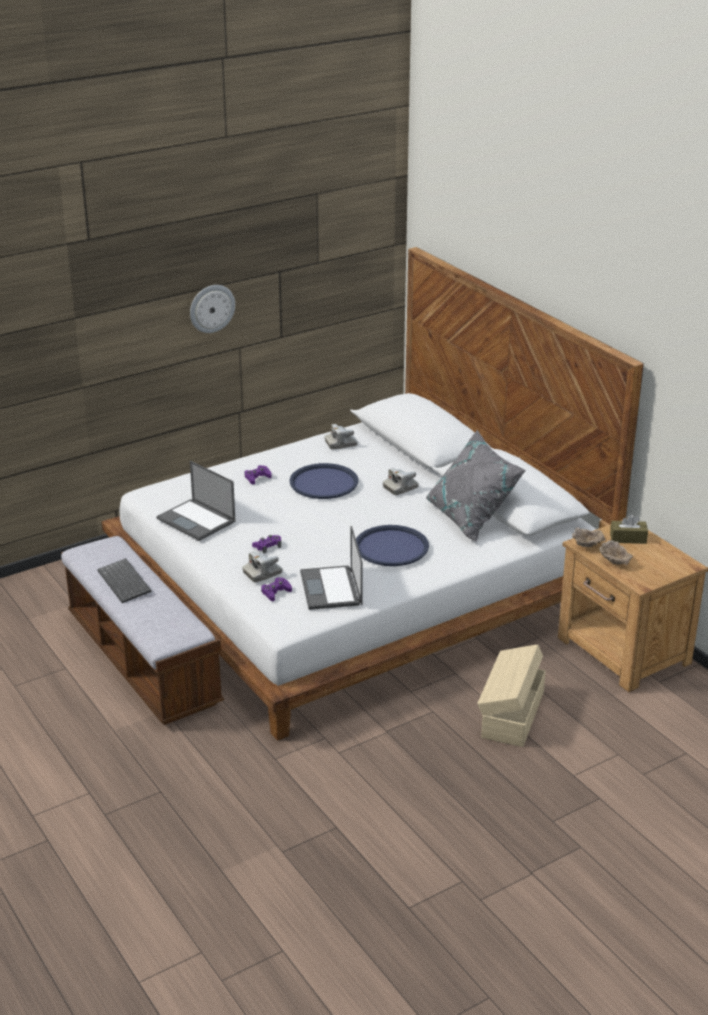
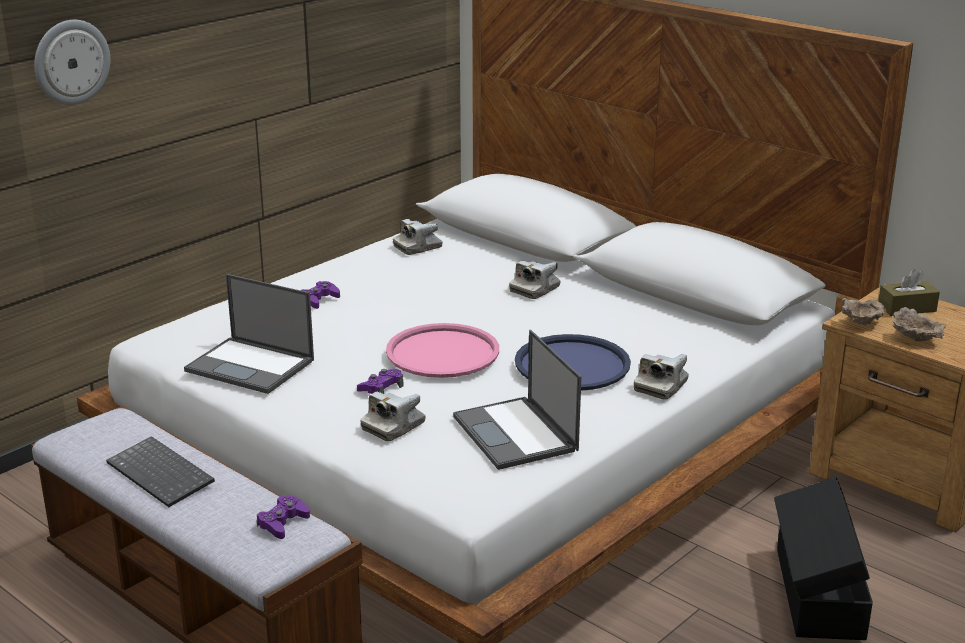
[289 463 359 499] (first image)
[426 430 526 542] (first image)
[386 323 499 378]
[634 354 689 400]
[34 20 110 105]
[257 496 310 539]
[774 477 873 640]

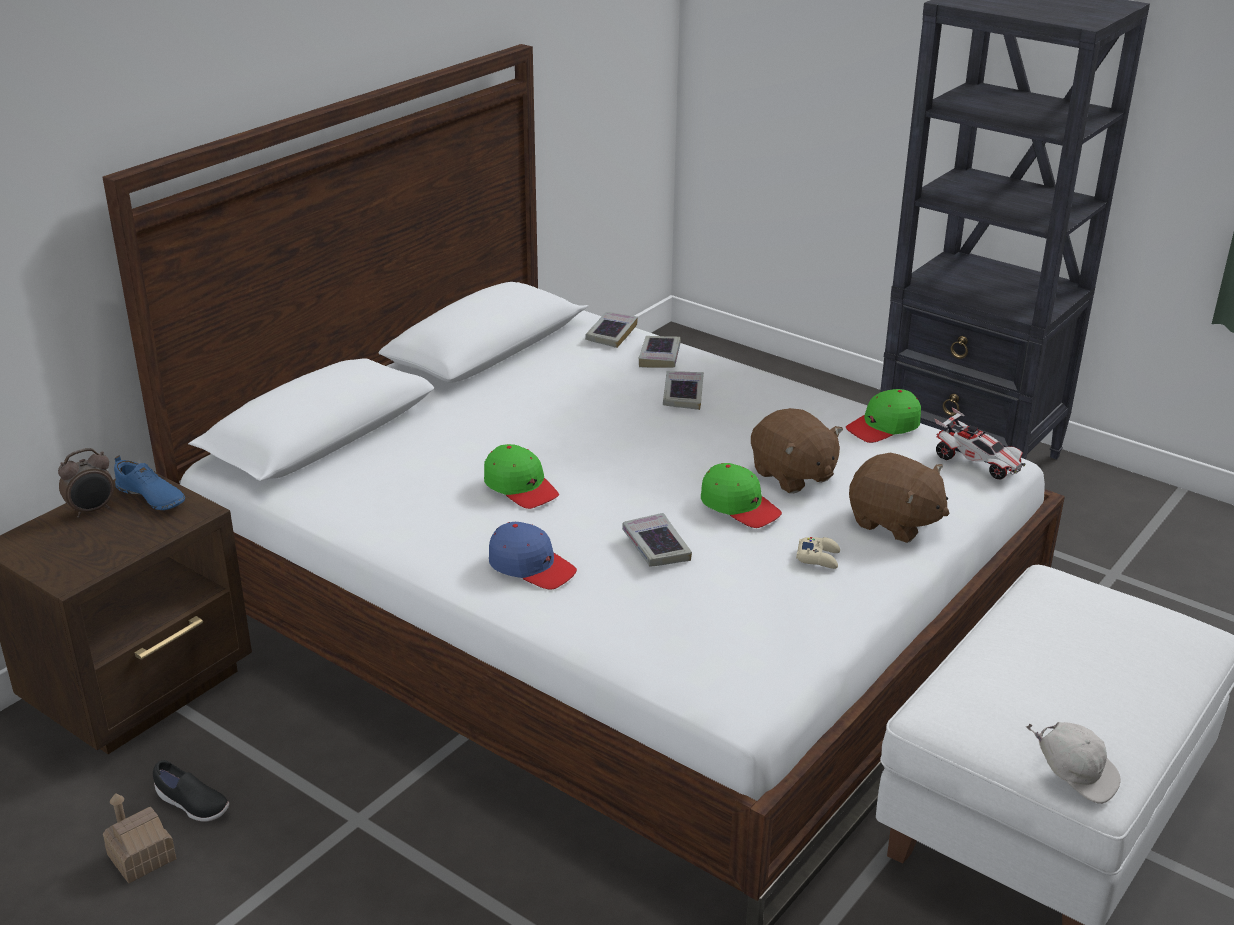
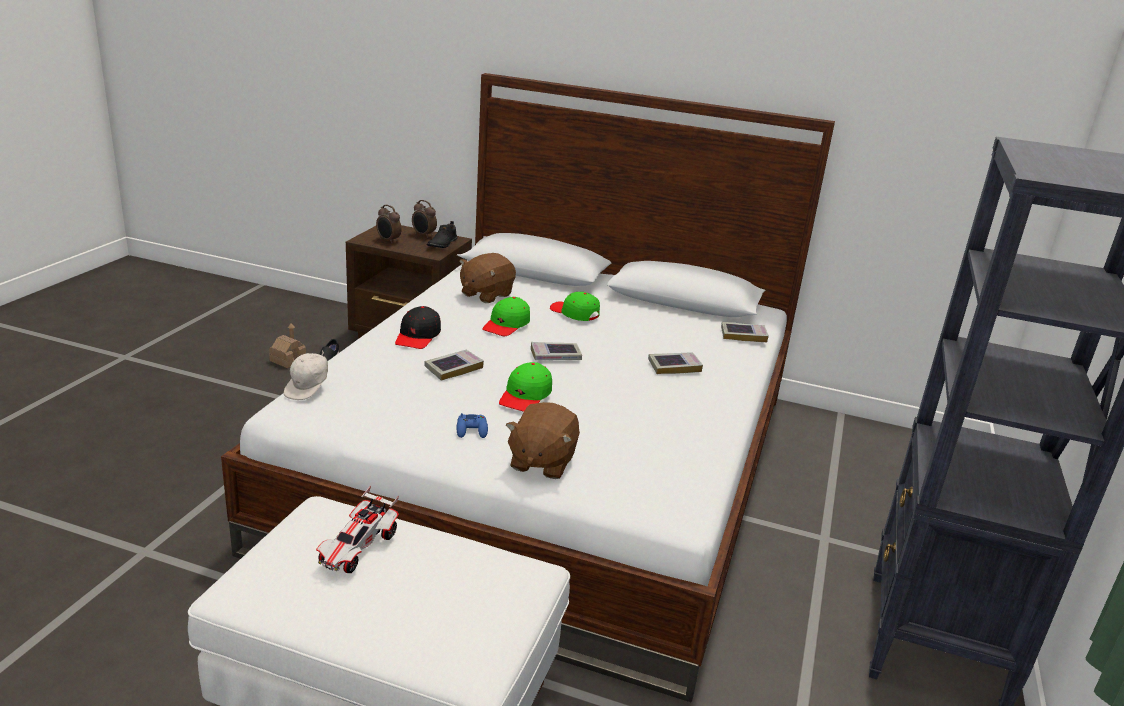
[376 205 402 244]
[531 342 582 360]
[459 253 516 303]
[550 292 600 321]
[316 486 399 573]
[284 350 328 400]
[427 221 458 248]
[395 306 441 349]
[457 413 488 438]

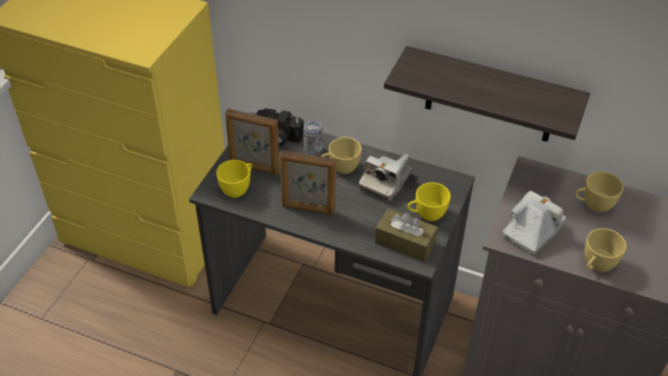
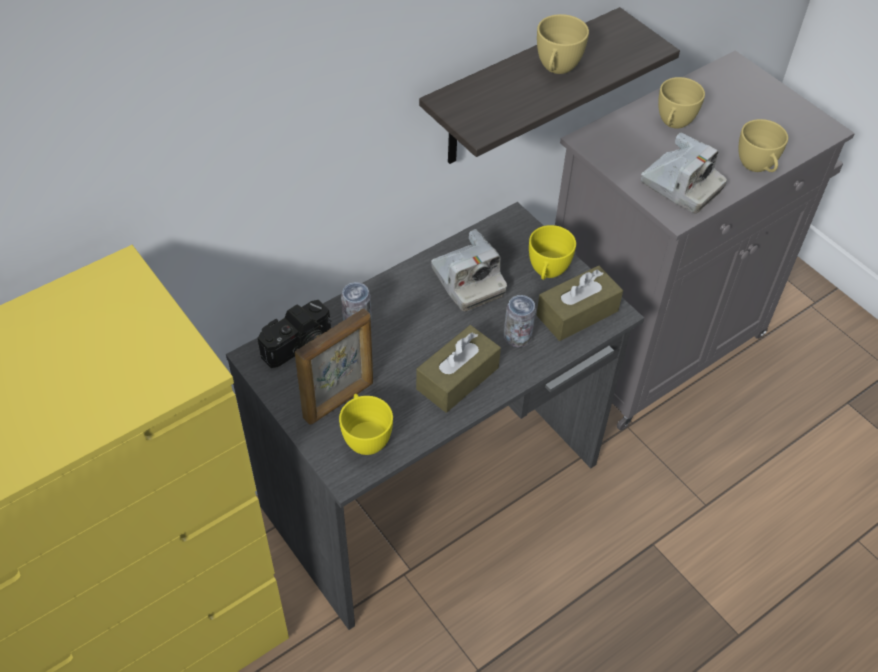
[504 295 536 347]
[537 14 589 74]
[416 325 501 413]
[641 132 727 214]

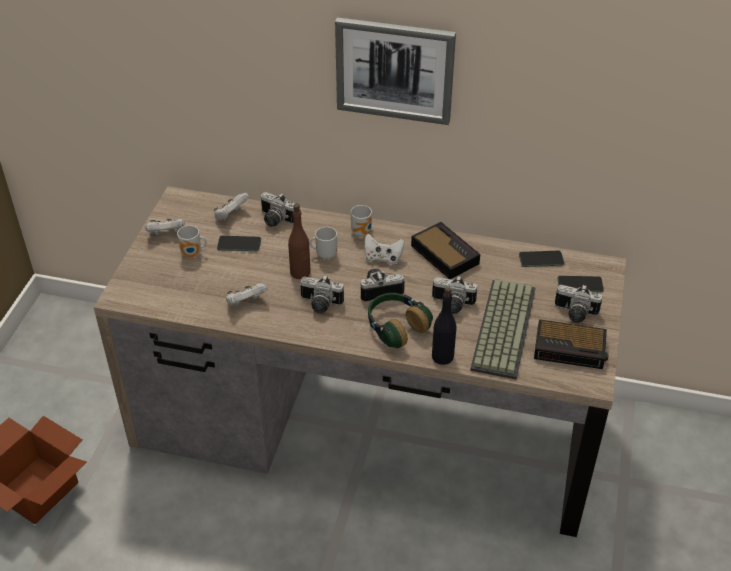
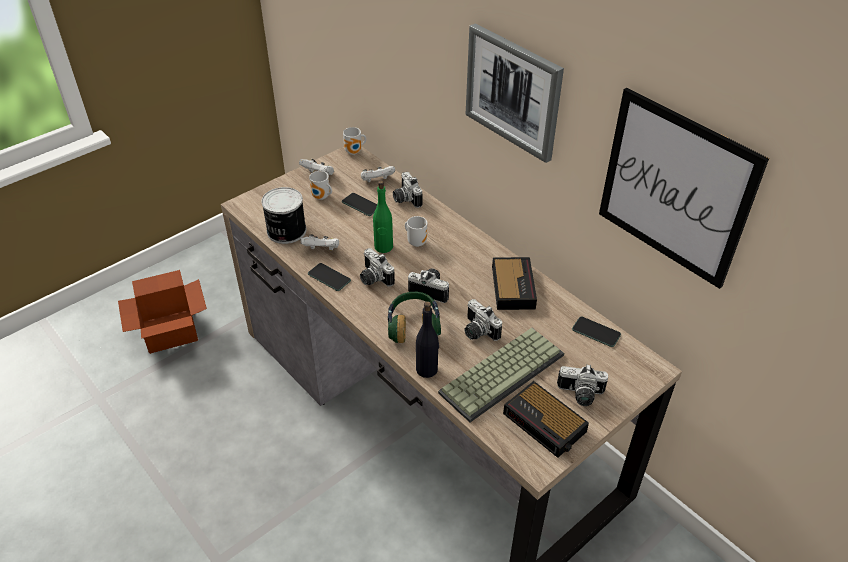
[365 234 405 265] (first image)
[261 187 307 244]
[599 88 769 289]
[343 127 366 155]
[308 263 351 291]
[373 180 393 253]
[557 365 608 406]

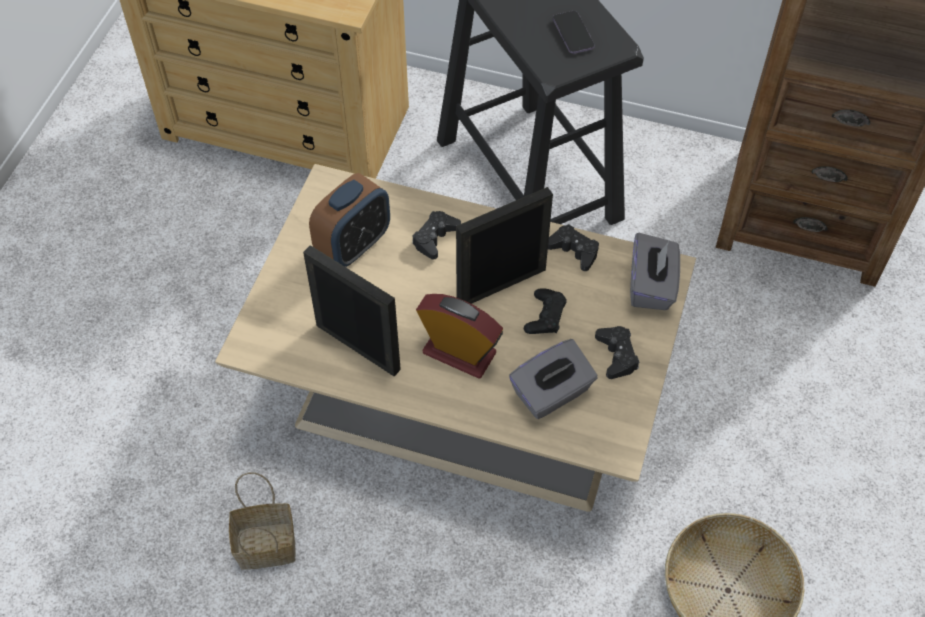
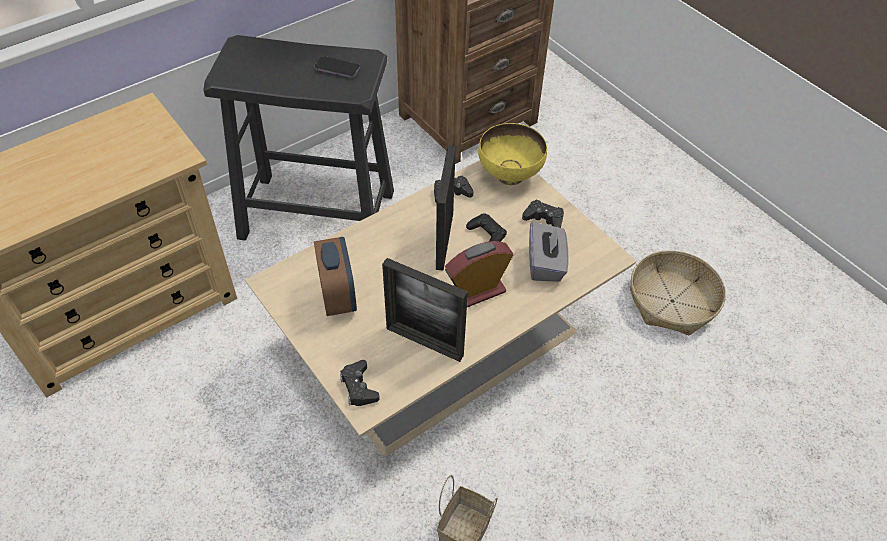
[340 360 380 406]
[478 123 547 185]
[382 258 468 362]

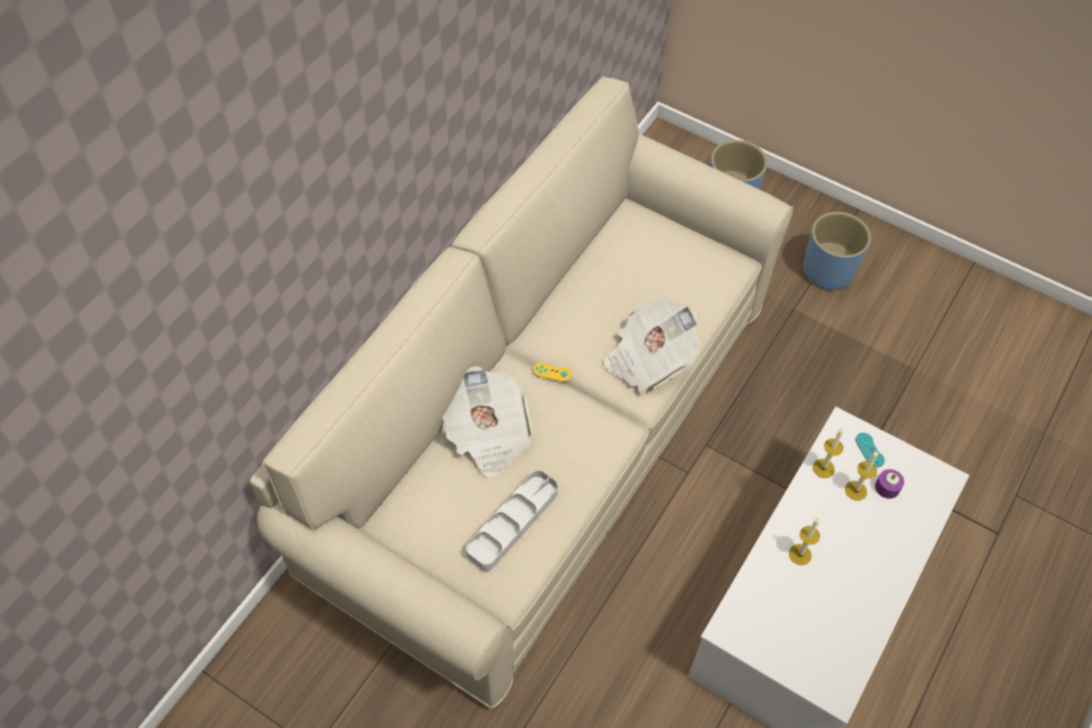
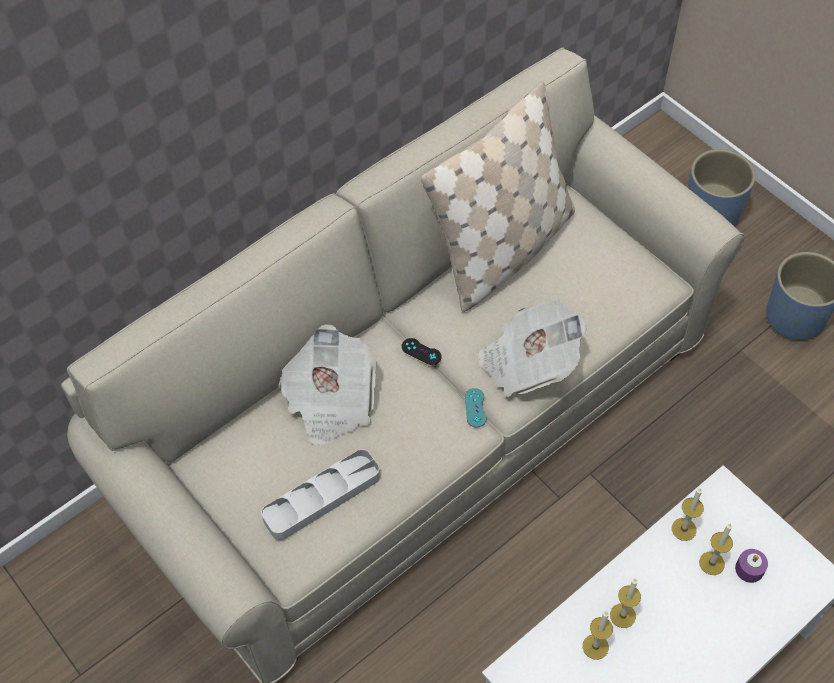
[421 81 575 312]
[583 611 613 660]
[465 388 486 427]
[402 338 442 365]

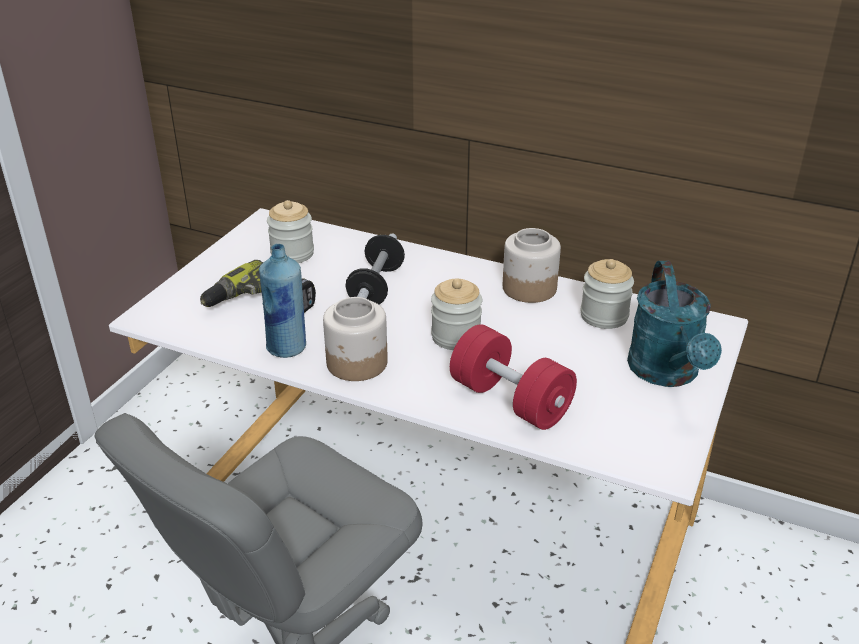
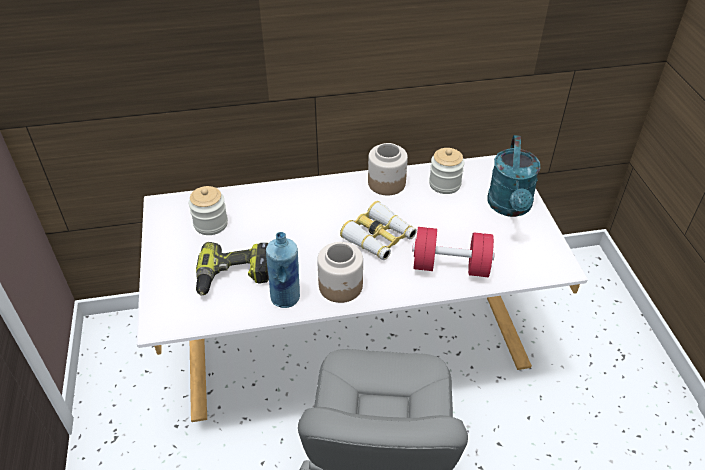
[346 234 405 305] (first image)
[340 201 417 260]
[488 135 541 217]

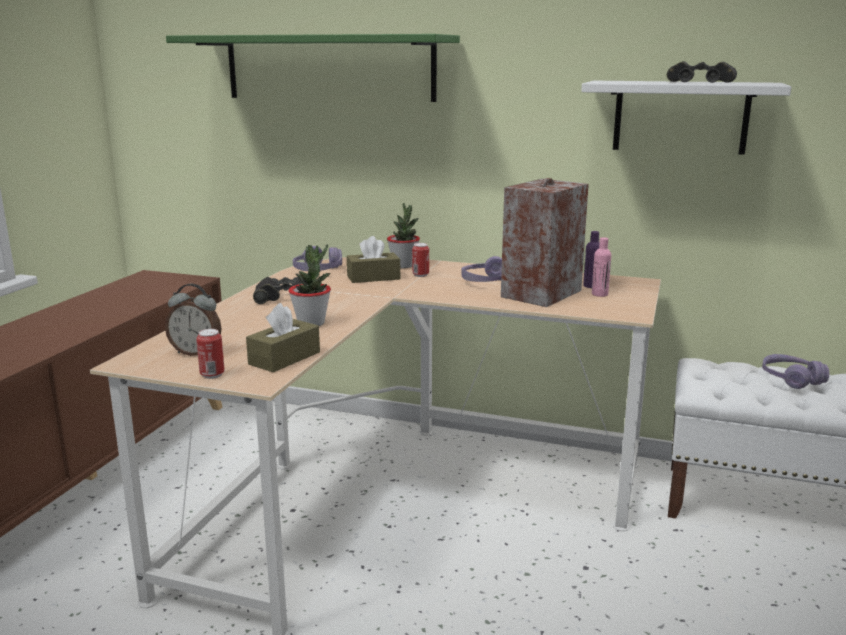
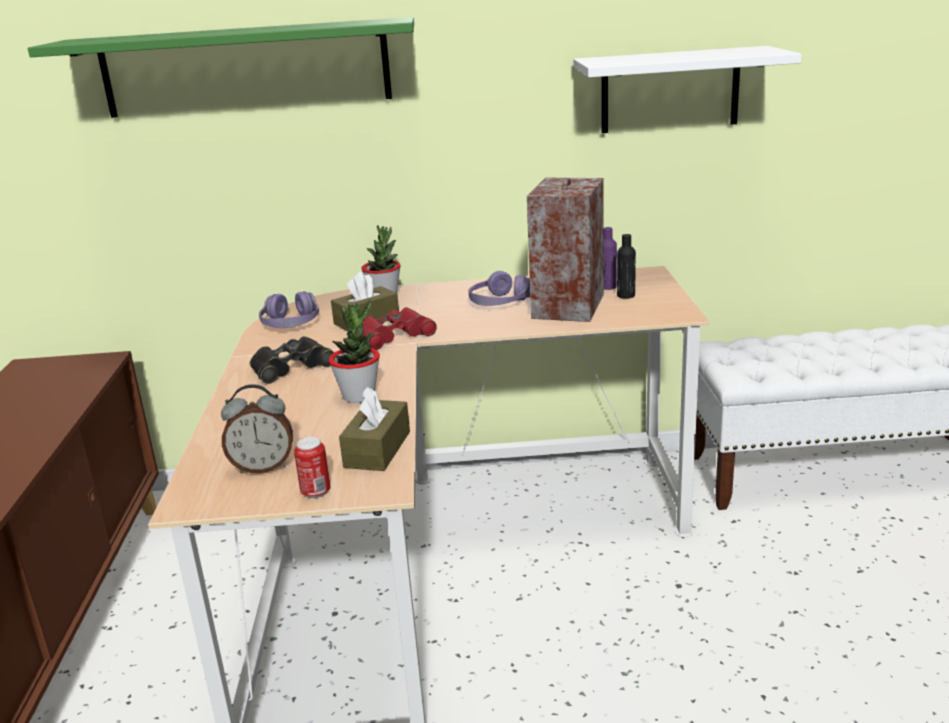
[412 243 429 277] (first image)
[667 61 737 83] (first image)
[762 354 829 389] (first image)
[362 307 437 350]
[617 234 636 299]

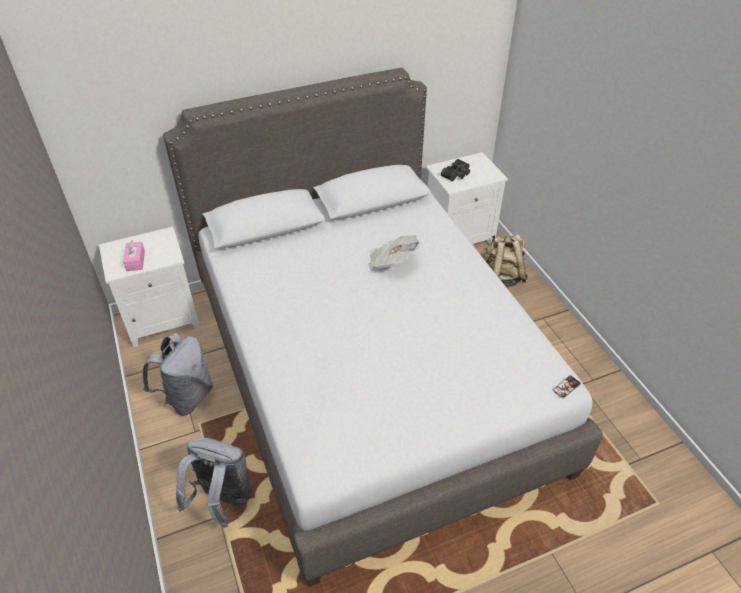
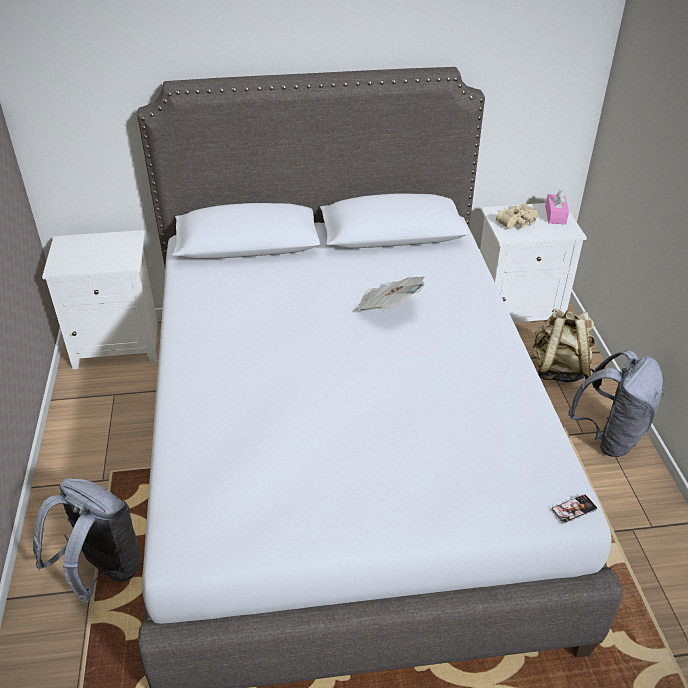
[545 190 569 224]
[568 350 664 457]
[496 203 538 229]

